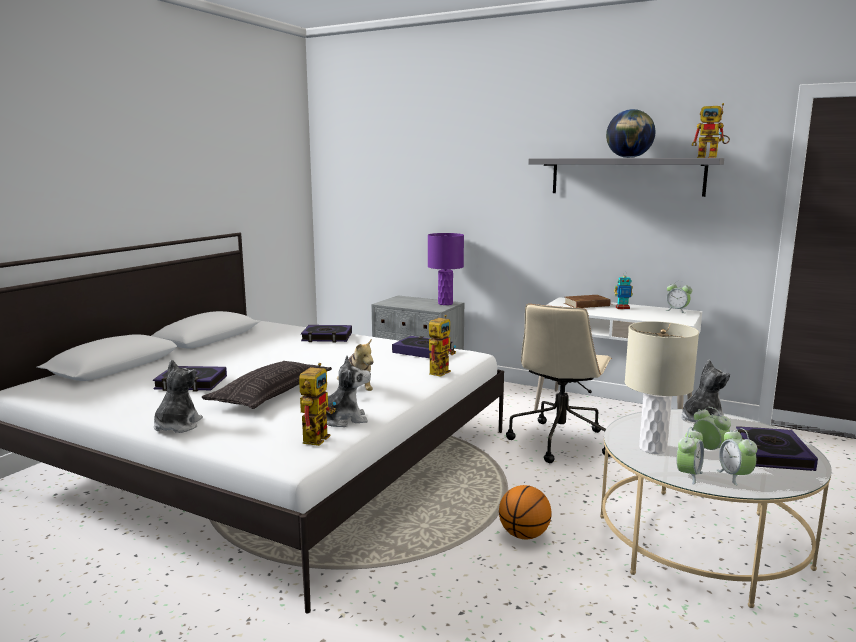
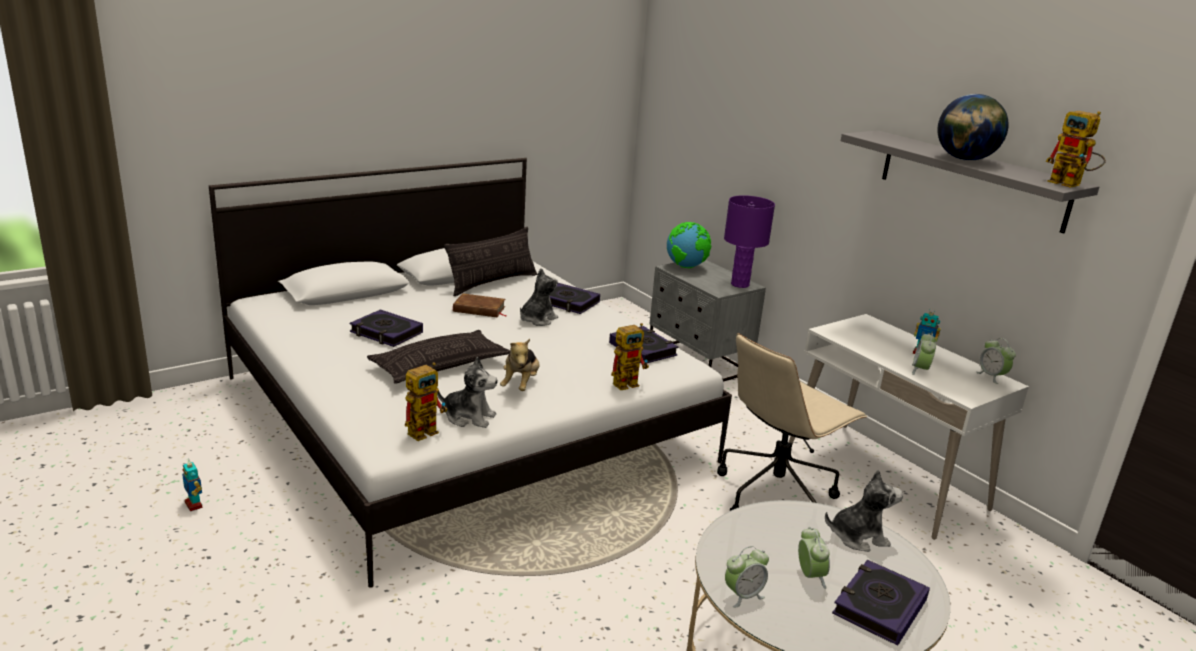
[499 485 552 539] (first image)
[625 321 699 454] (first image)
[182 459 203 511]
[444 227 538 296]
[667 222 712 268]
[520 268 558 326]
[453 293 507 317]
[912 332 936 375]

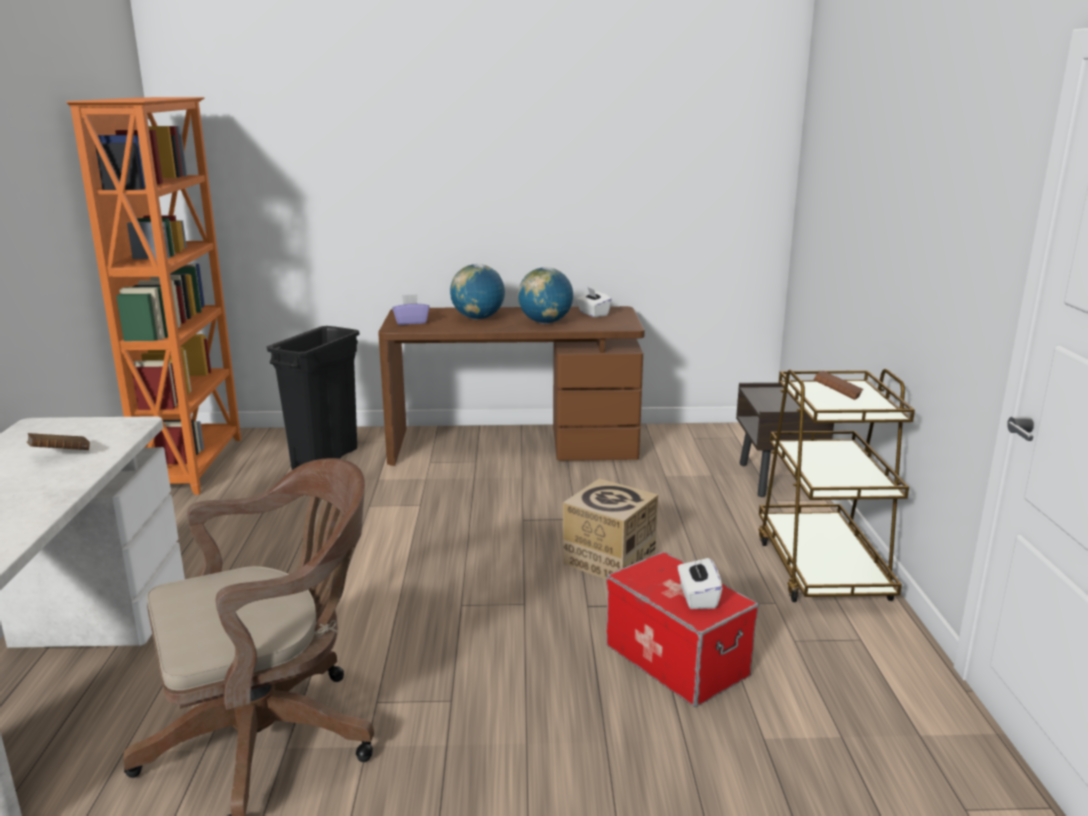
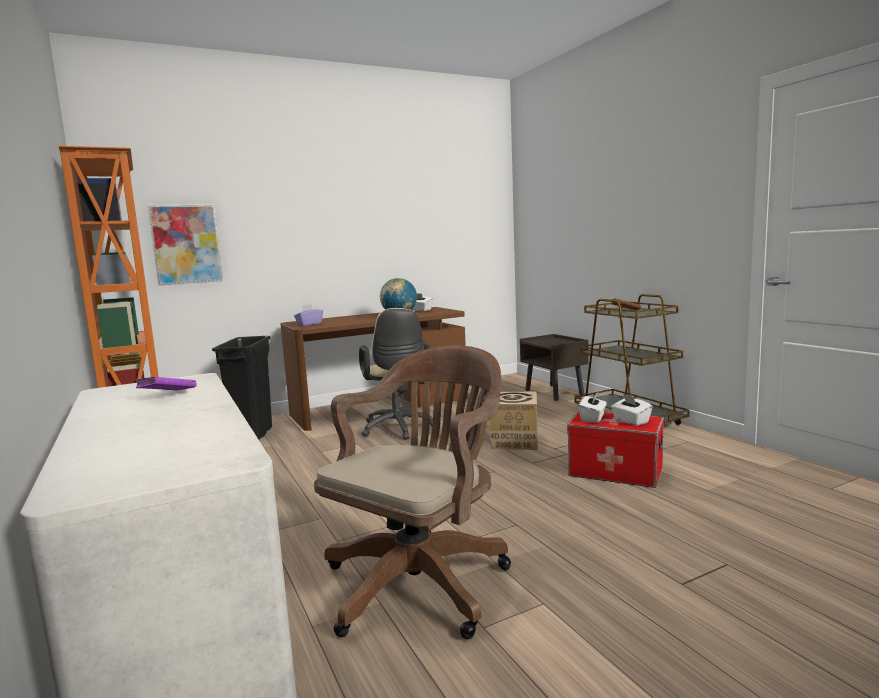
[450 264 505 320] (first image)
[148 204 223 286]
[359 308 433 440]
[579 393 607 423]
[136 377 196 391]

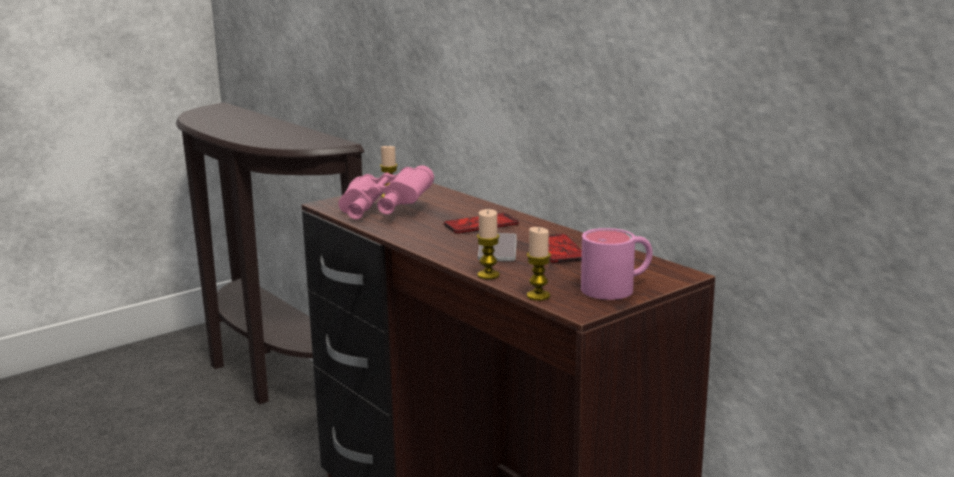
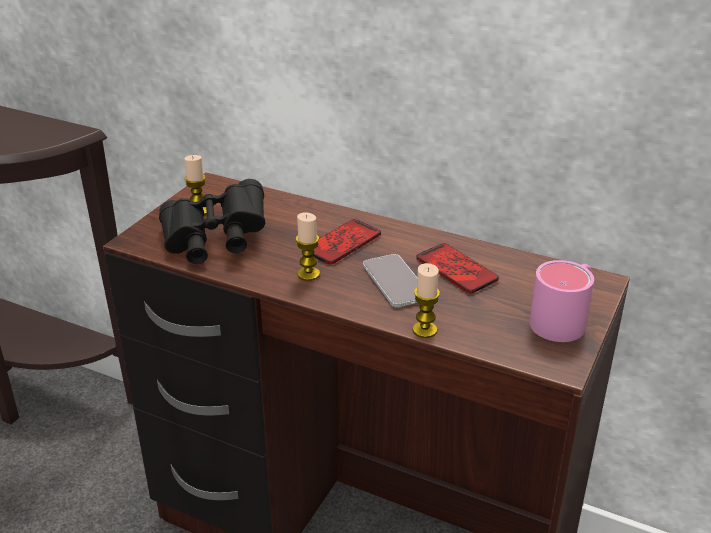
[296 212 320 281]
[159 179 265 264]

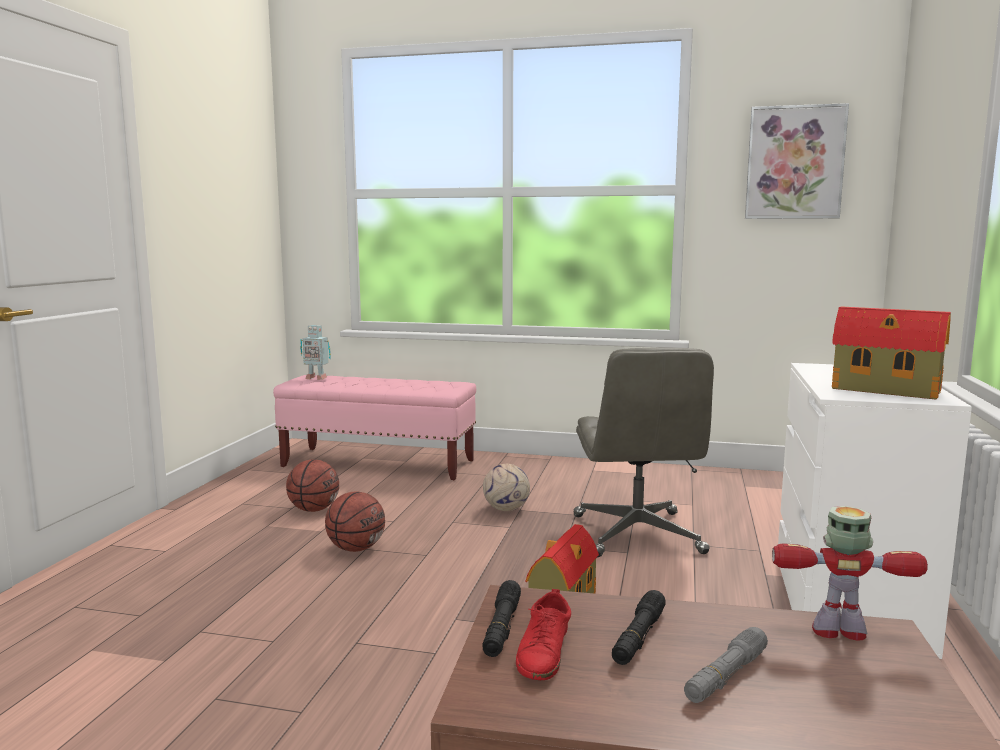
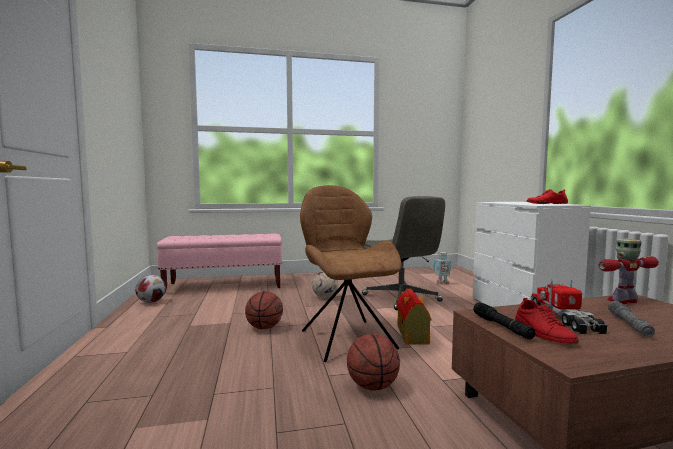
[745 103 849 219] (first image)
[135 275 166 303]
[300 185 402 362]
[347 334 400 391]
[434 252 451 285]
[531 280 607 334]
[526 189 568 204]

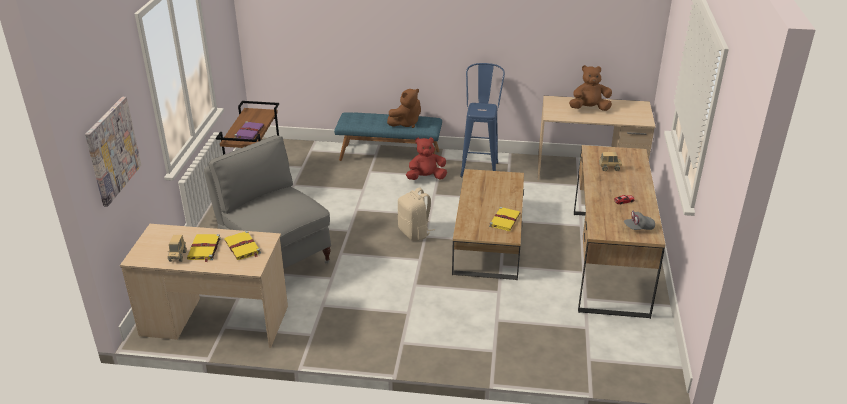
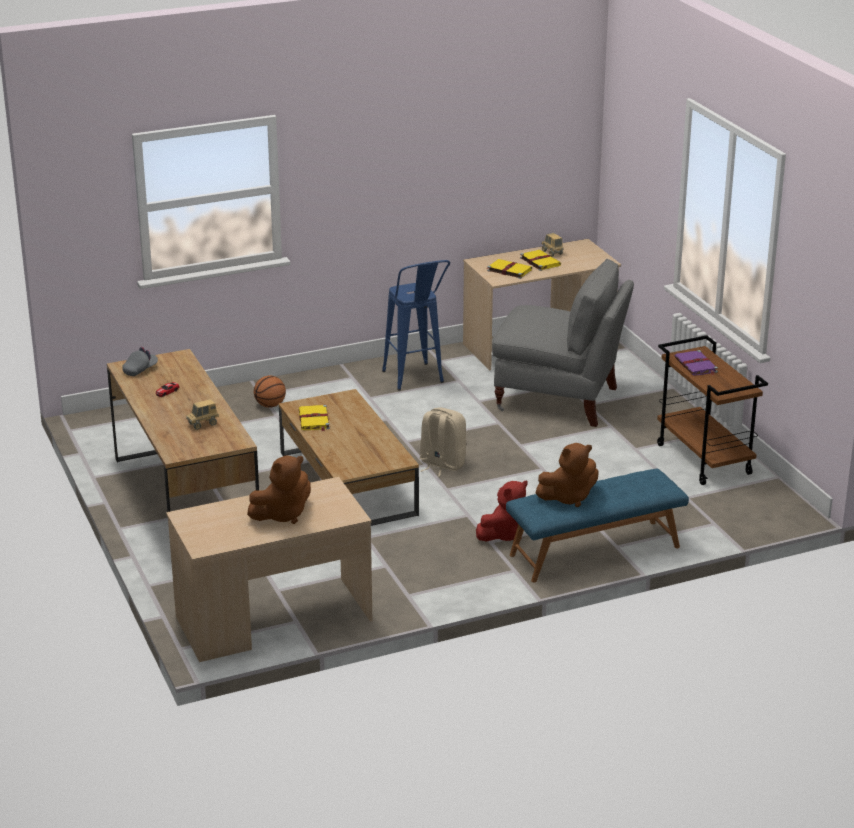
[85 97 141 207] (first image)
[254 376 286 408]
[382 260 450 391]
[536 443 599 507]

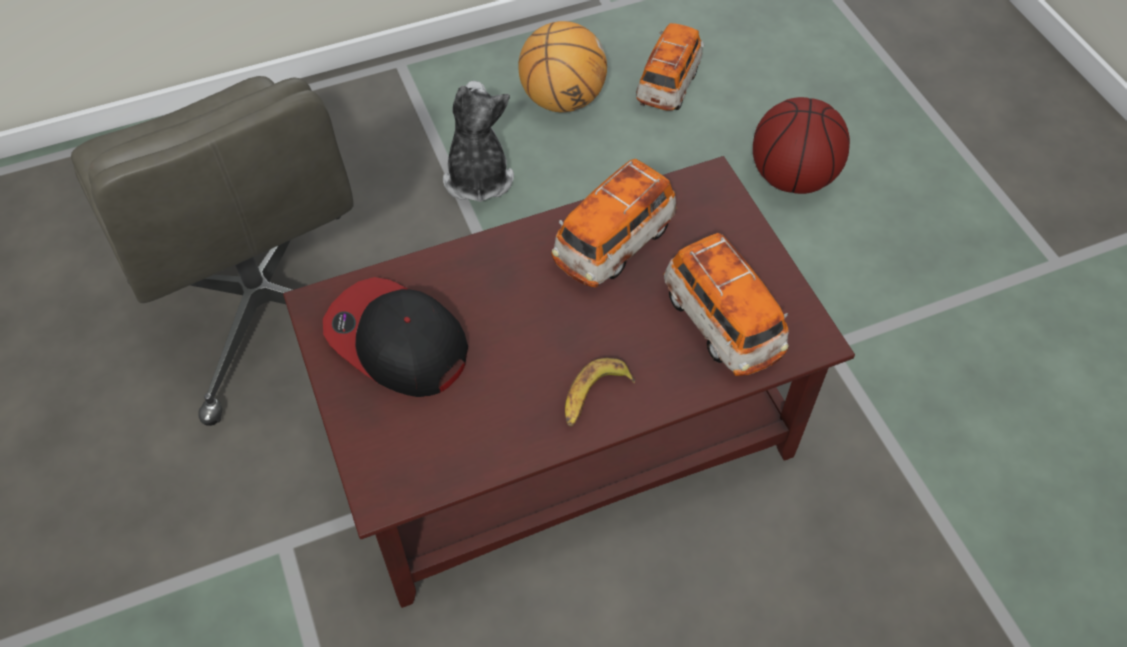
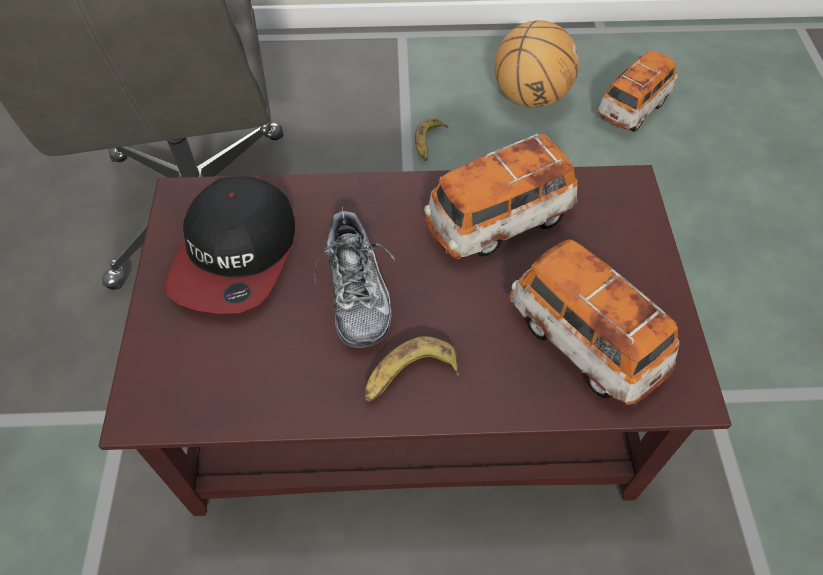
[753 97 850 194] (first image)
[314 203 395 348]
[415 118 448 161]
[165 176 295 314]
[509 240 680 406]

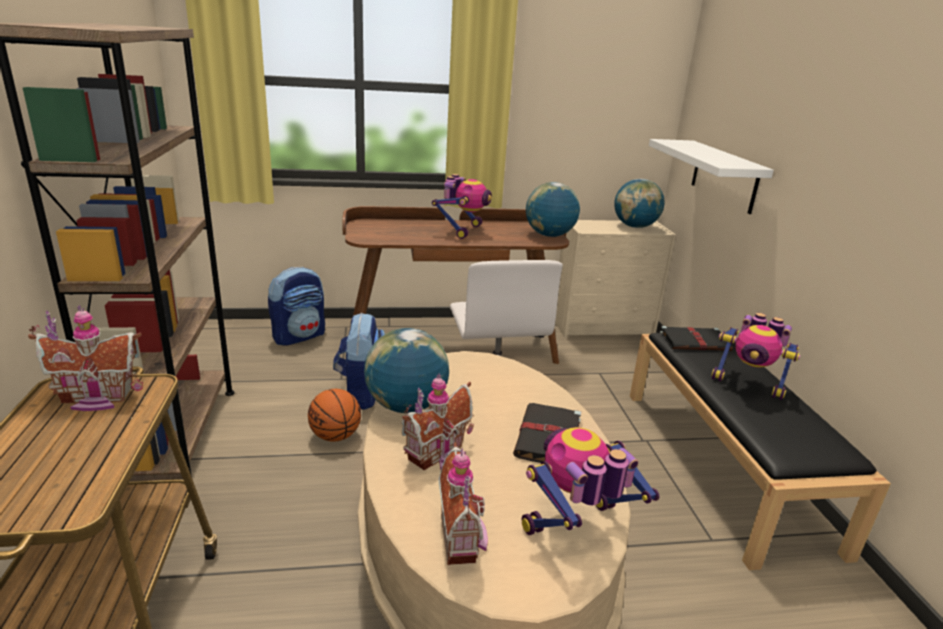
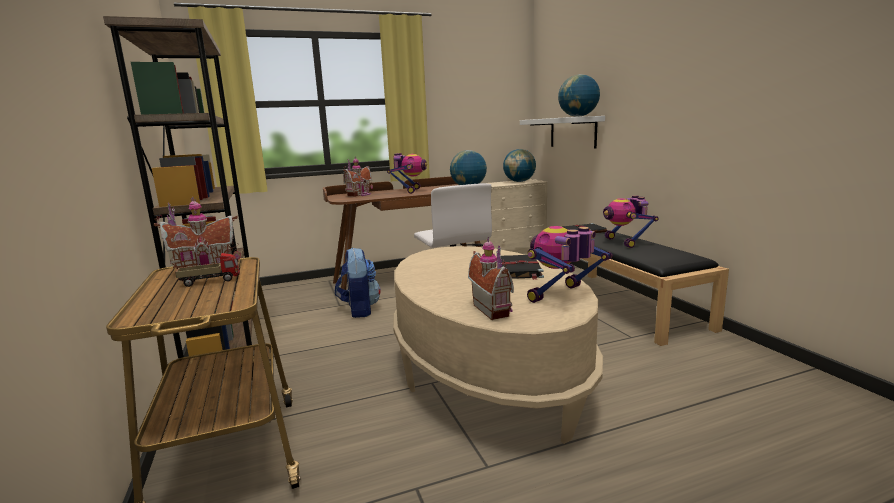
[268 266 325 346] (first image)
[308 389 361 442] (first image)
[175 253 240 287]
[558 74 600 117]
[343 156 373 197]
[603 195 659 248]

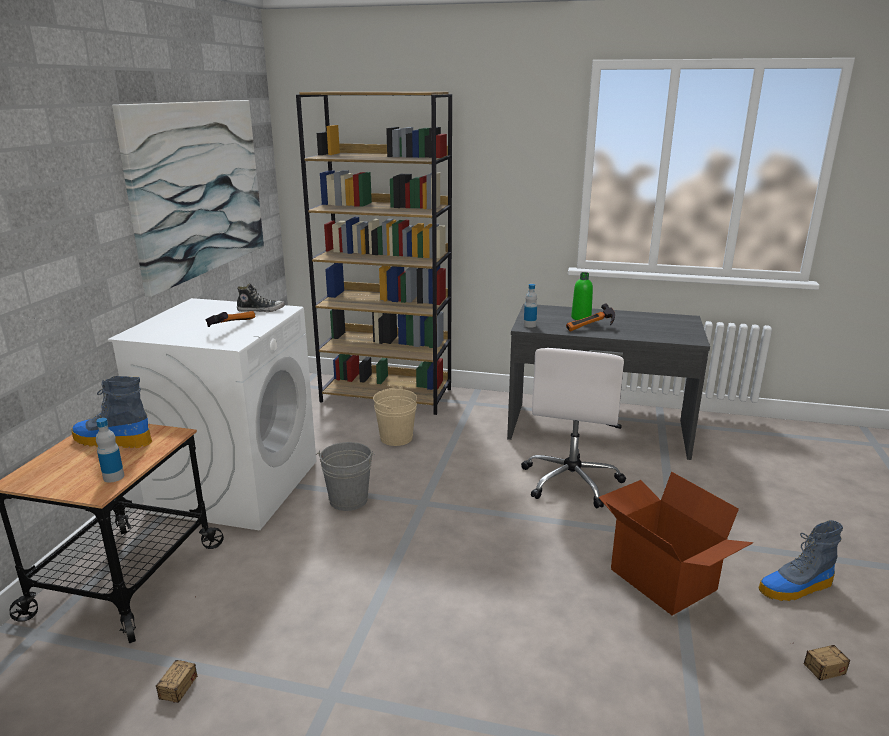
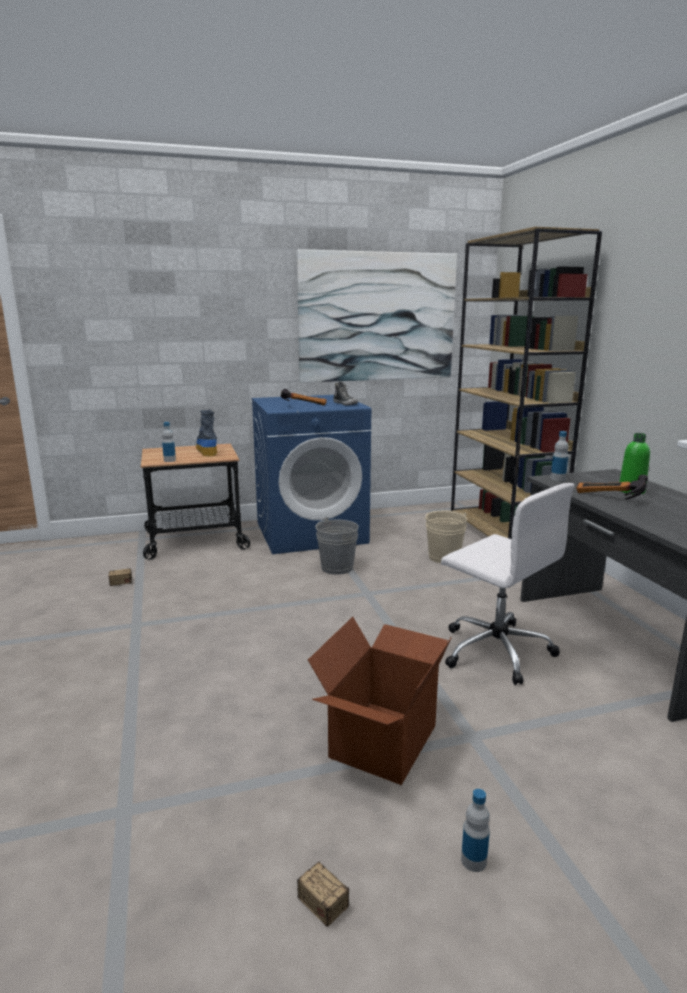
[461 789 490 872]
[252 395 371 554]
[441 483 574 685]

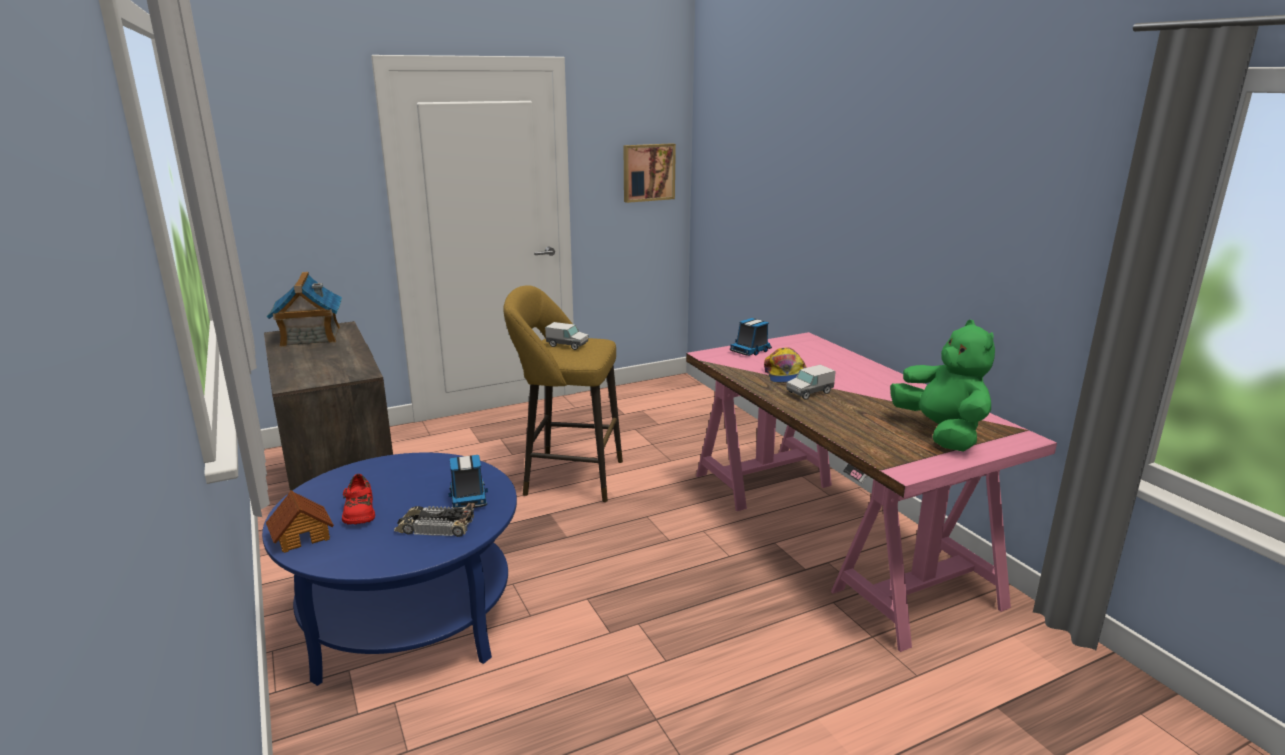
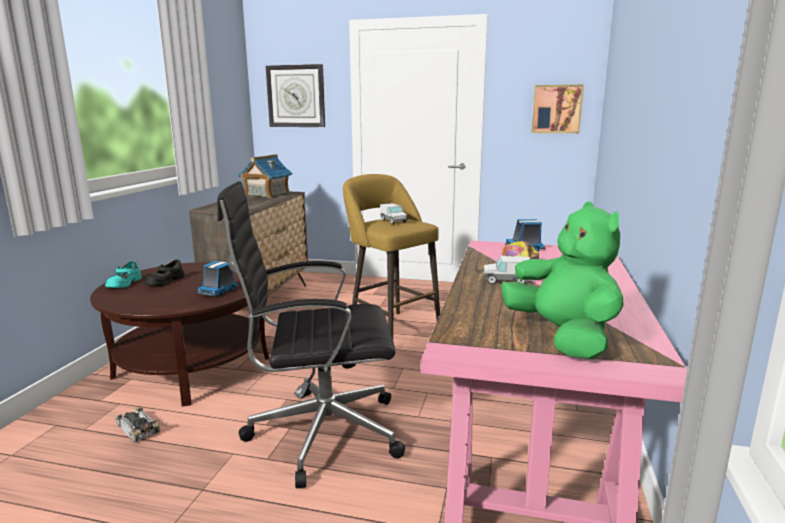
[217 181 405 488]
[266 64 325 127]
[115 407 160 442]
[105 261 142 288]
[90 262 269 406]
[145 259 185 286]
[501 202 624 360]

